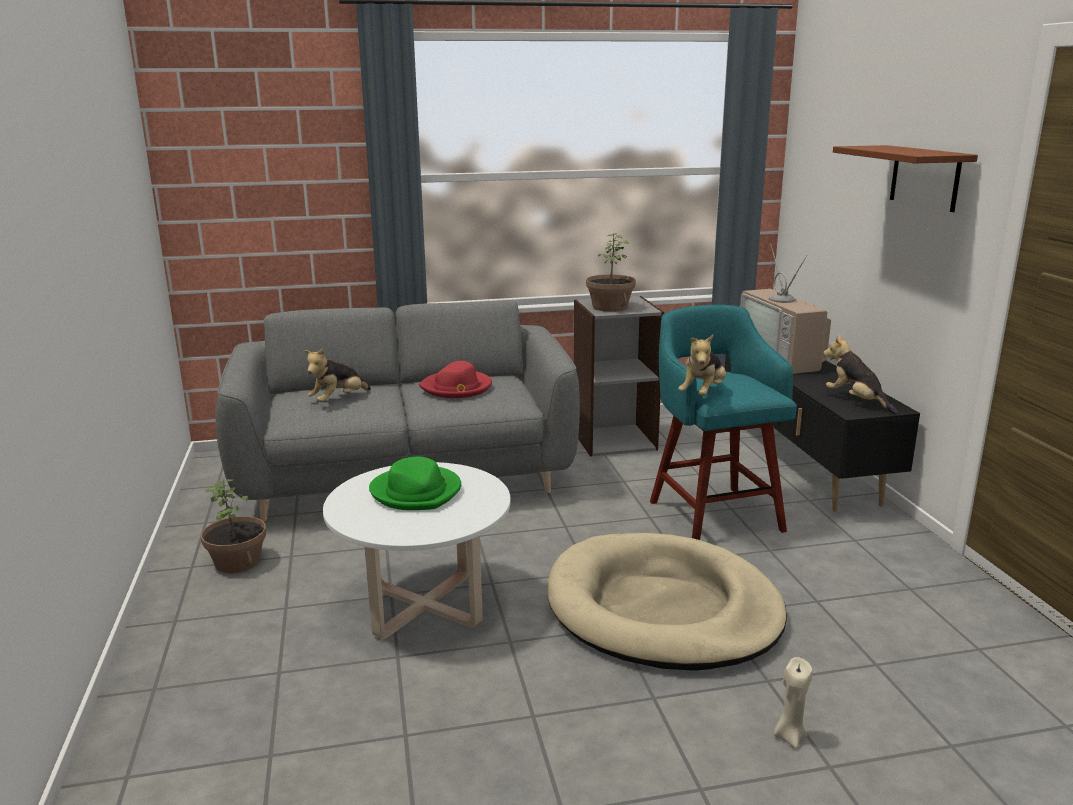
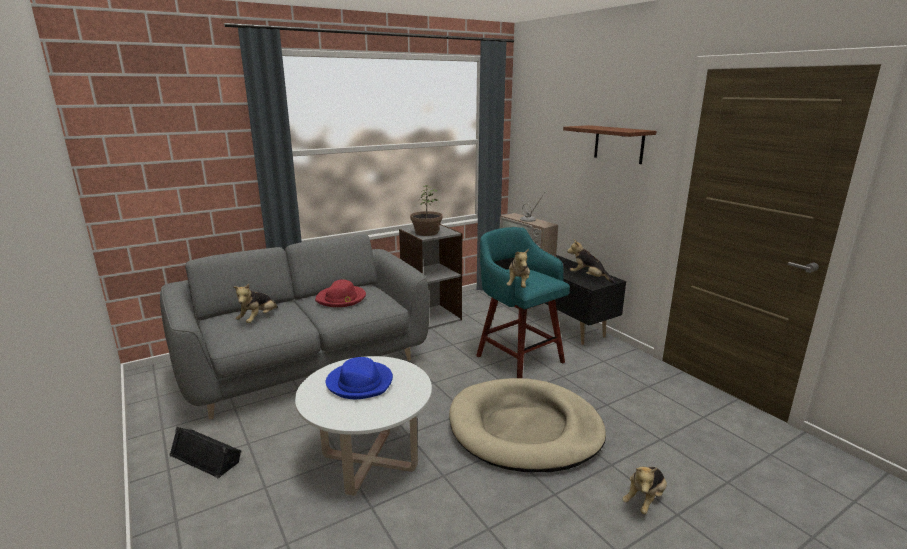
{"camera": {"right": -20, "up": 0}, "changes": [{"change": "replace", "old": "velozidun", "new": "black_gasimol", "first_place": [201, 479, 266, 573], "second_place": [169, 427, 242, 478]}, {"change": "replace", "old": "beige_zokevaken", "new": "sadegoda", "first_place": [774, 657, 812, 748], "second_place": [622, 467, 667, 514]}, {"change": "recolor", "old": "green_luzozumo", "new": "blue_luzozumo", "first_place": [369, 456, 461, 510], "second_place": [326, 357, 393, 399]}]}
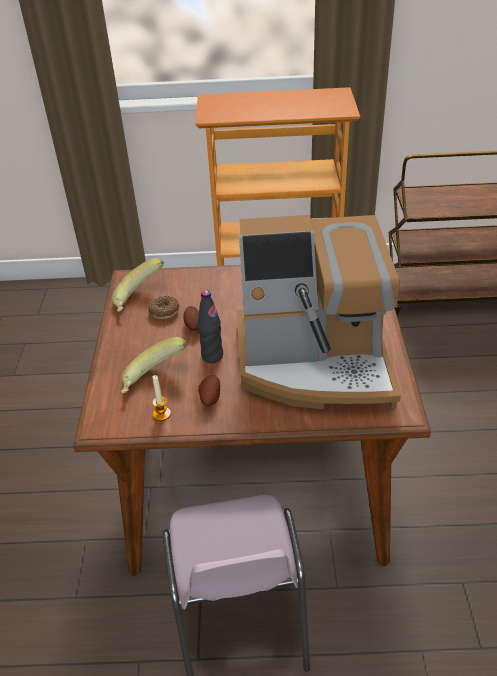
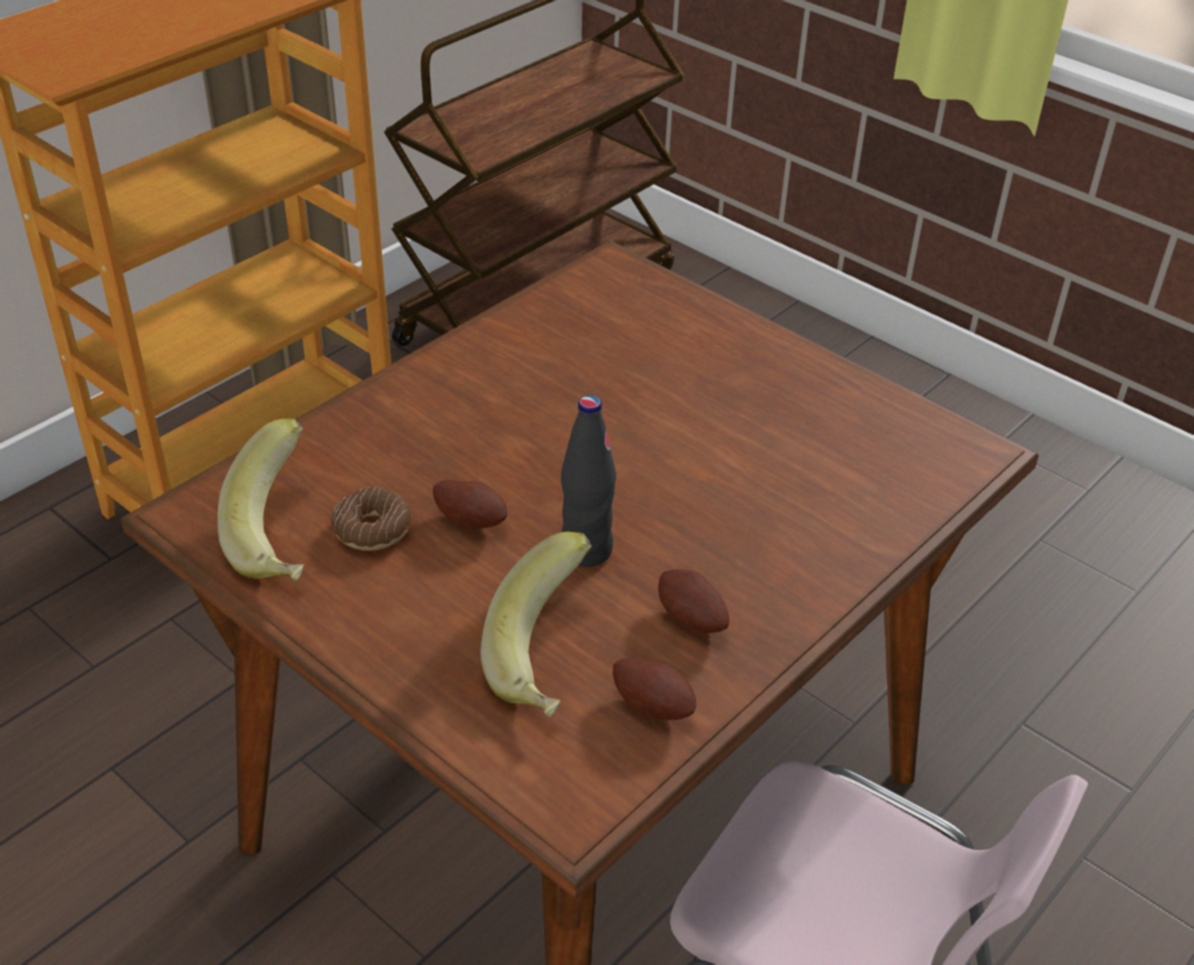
{"camera": {"right": -50, "up": 0}, "changes": [{"change": "delete", "old": "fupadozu", "first_place": [236, 215, 401, 409]}, {"change": "replace", "old": "zokevaken", "new": "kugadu", "first_place": [153, 375, 171, 421], "second_place": [613, 658, 696, 720]}]}
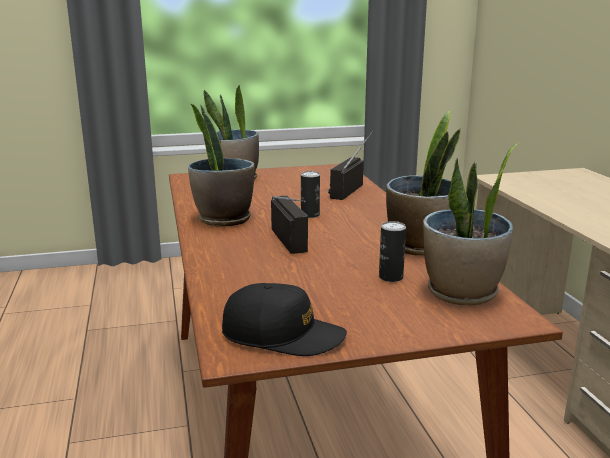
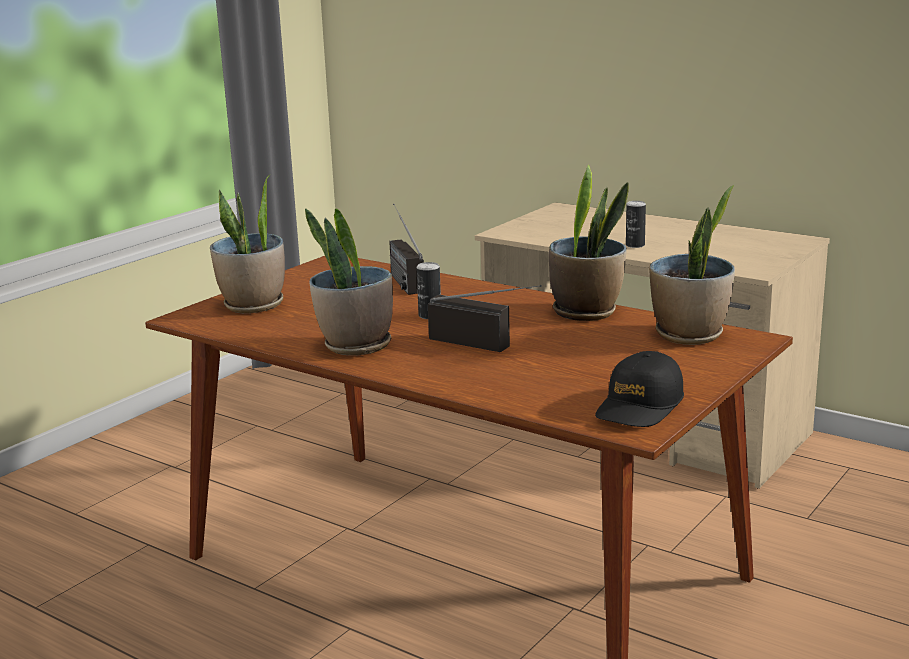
{"camera": {"right": -40, "up": 0}, "changes": [{"change": "move", "old": "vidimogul", "first_place": [379, 221, 406, 282], "second_place": [626, 201, 646, 248]}, {"change": "rotate", "old": "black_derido", "first_place": [222, 283, 347, 356], "second_place": [595, 351, 684, 427], "degrees": 150}]}
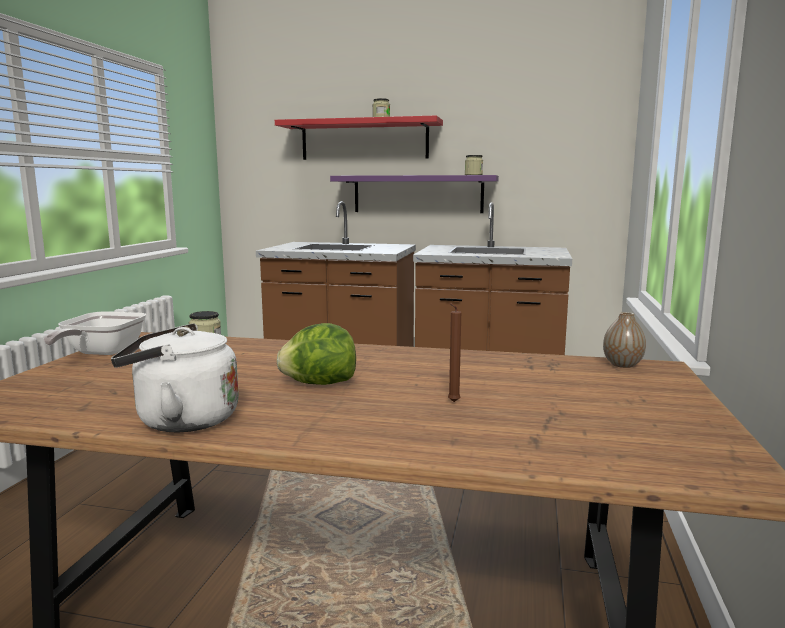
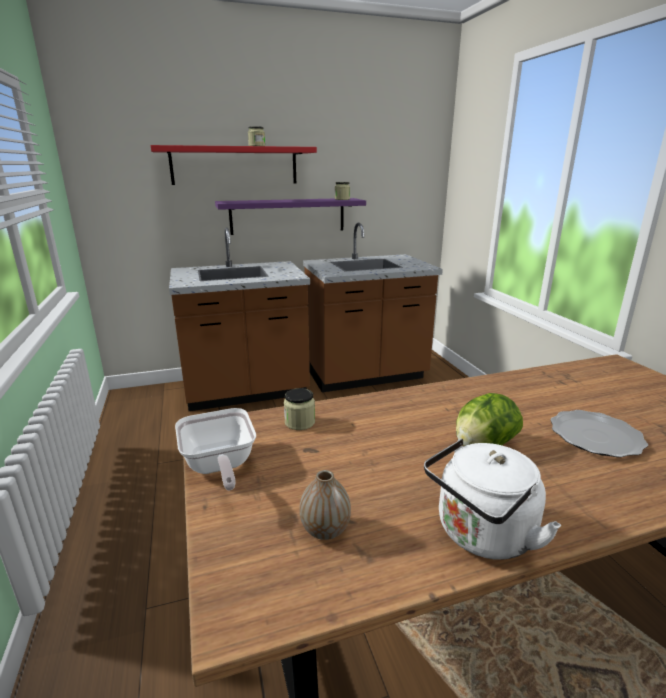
{"camera": {"right": -30, "up": 10}, "changes": [{"change": "move", "old": "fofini", "first_place": [603, 312, 646, 368], "second_place": [300, 470, 351, 540]}, {"change": "replace", "old": "brown_zokevaken", "new": "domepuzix", "first_place": [448, 303, 461, 402], "second_place": [550, 410, 648, 457]}]}
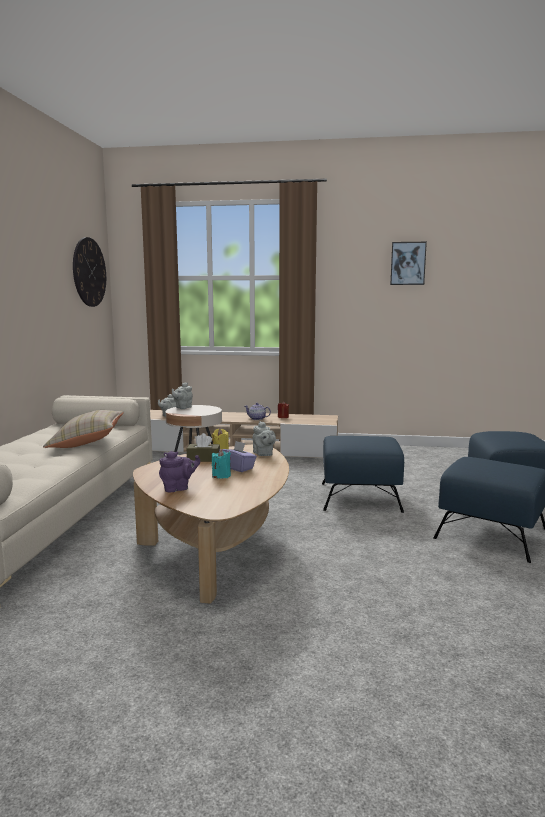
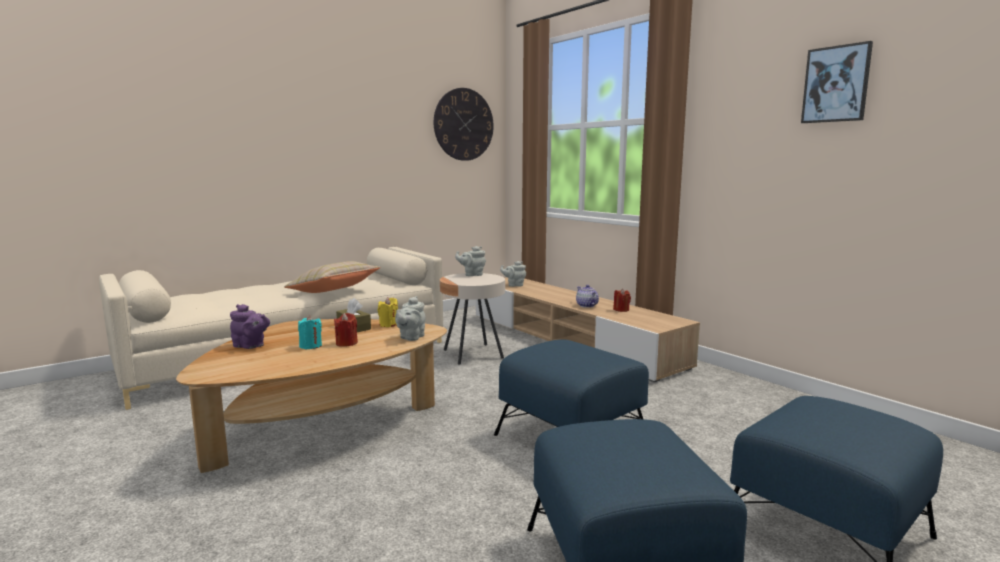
{"camera": {"right": 45, "up": 0}, "changes": [{"change": "replace", "old": "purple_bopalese", "new": "red_zokevaken", "first_place": [219, 441, 257, 472], "second_place": [334, 313, 358, 347]}]}
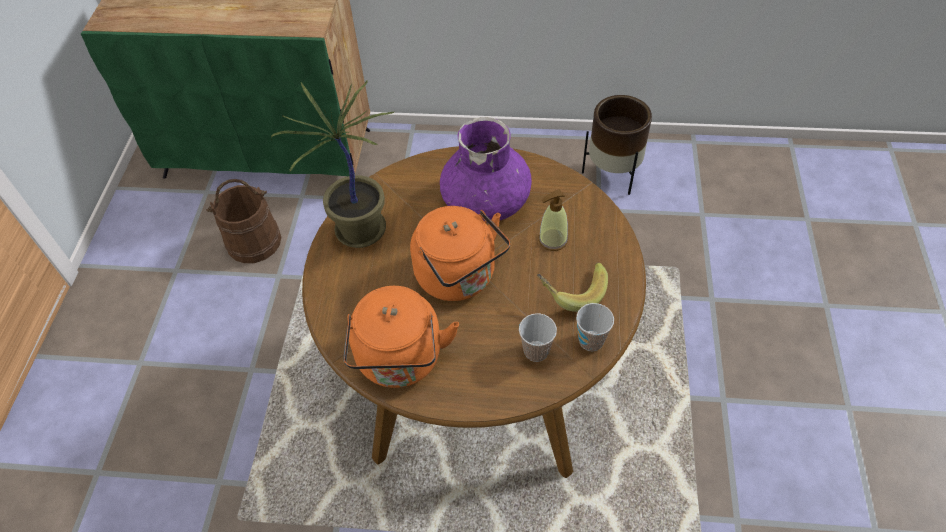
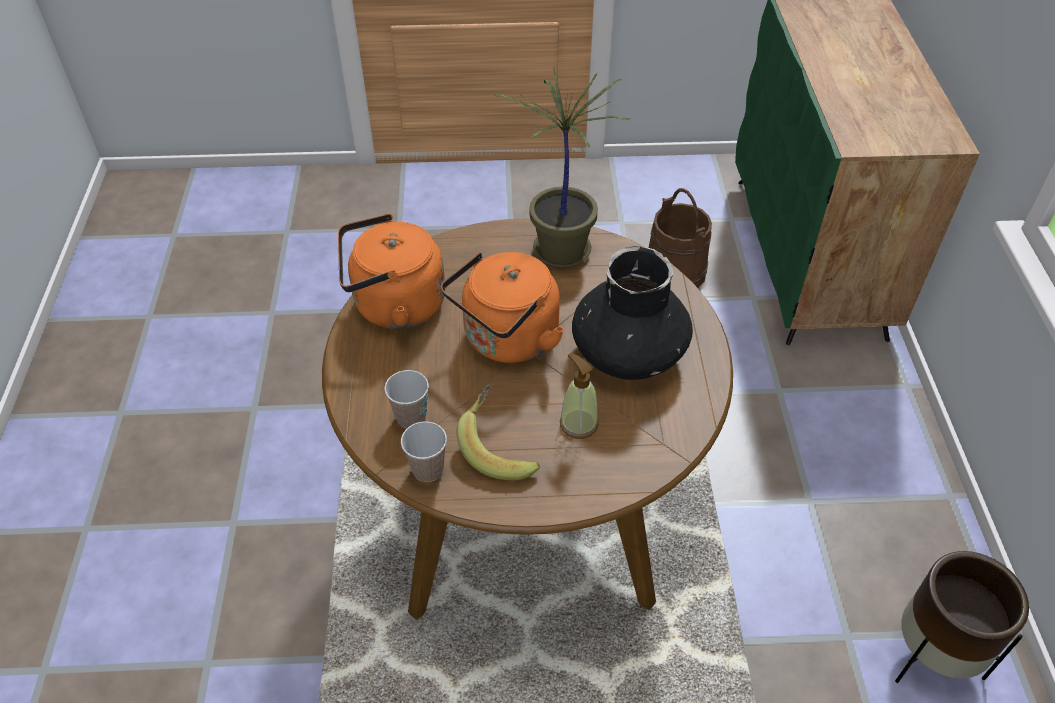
{"camera": {"right": 80, "up": -5}, "changes": [{"change": "recolor", "old": "purple_fofini", "new": "black_fofini", "first_place": [440, 117, 532, 222], "second_place": [572, 246, 693, 380]}]}
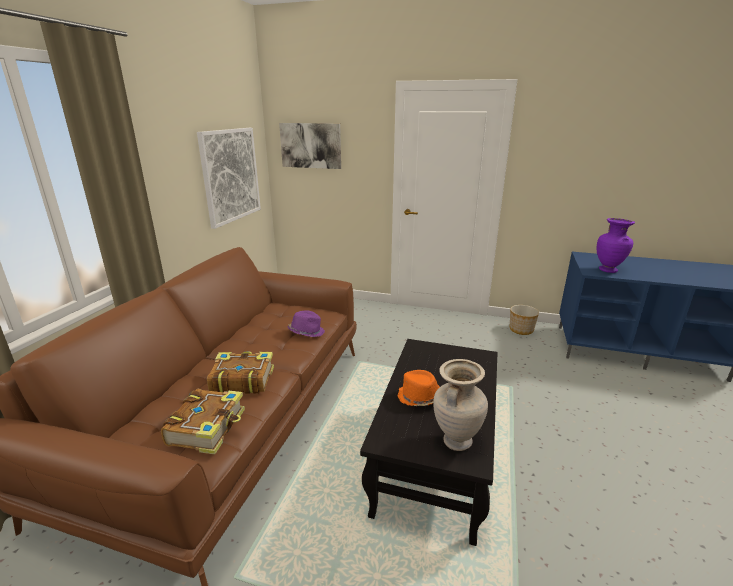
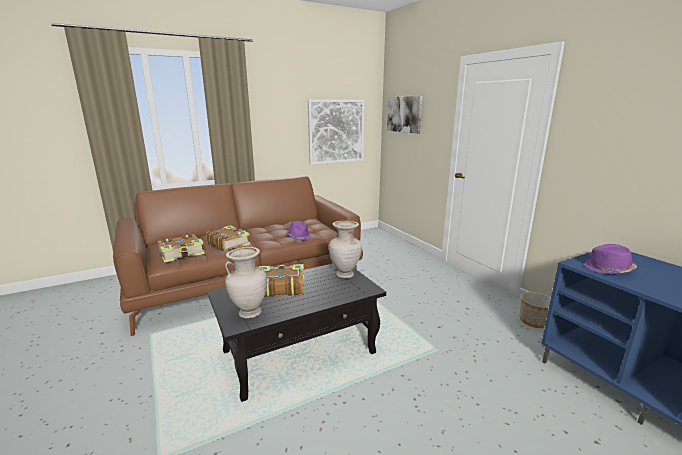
{"camera": {"right": 45, "up": -5}, "changes": [{"change": "insert", "new": "beige_fofini", "second_place": [329, 221, 362, 278]}, {"change": "replace", "old": "orange_luzozumo", "new": "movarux", "first_place": [397, 370, 440, 406], "second_place": [259, 264, 304, 297]}, {"change": "replace", "old": "purple_fofini", "new": "purple_luzozumo", "first_place": [597, 218, 635, 273], "second_place": [584, 244, 637, 274]}]}
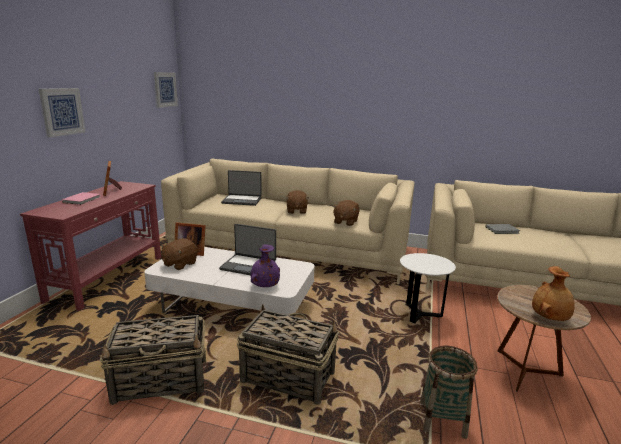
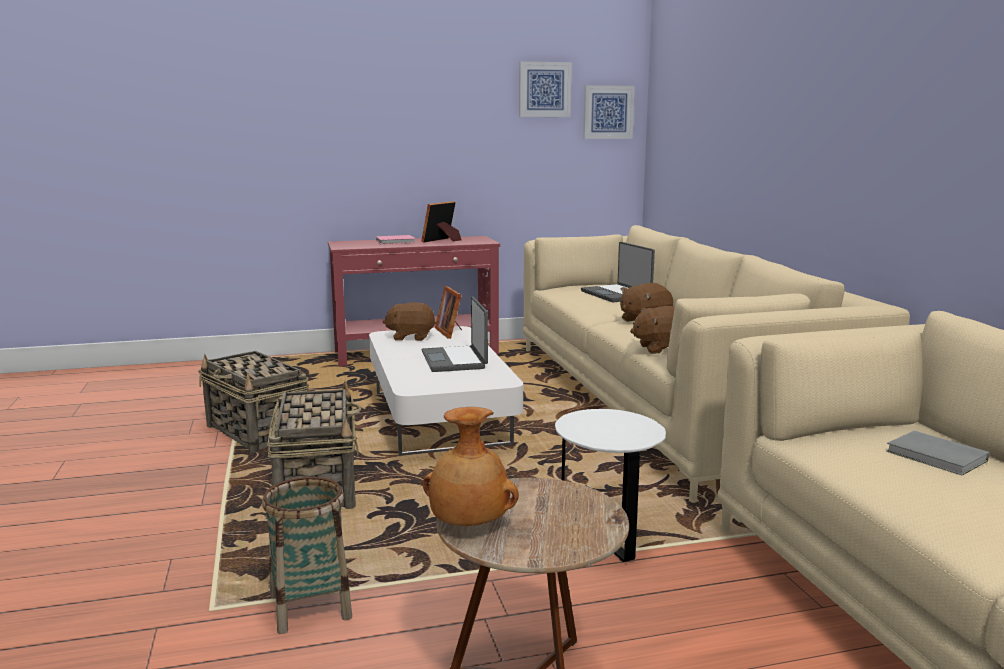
{"camera": {"right": 60, "up": -5}, "changes": [{"change": "delete", "old": "purple_fofini", "first_place": [251, 245, 280, 287]}, {"change": "move", "old": "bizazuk", "first_place": [39, 88, 85, 137], "second_place": [519, 61, 571, 117]}]}
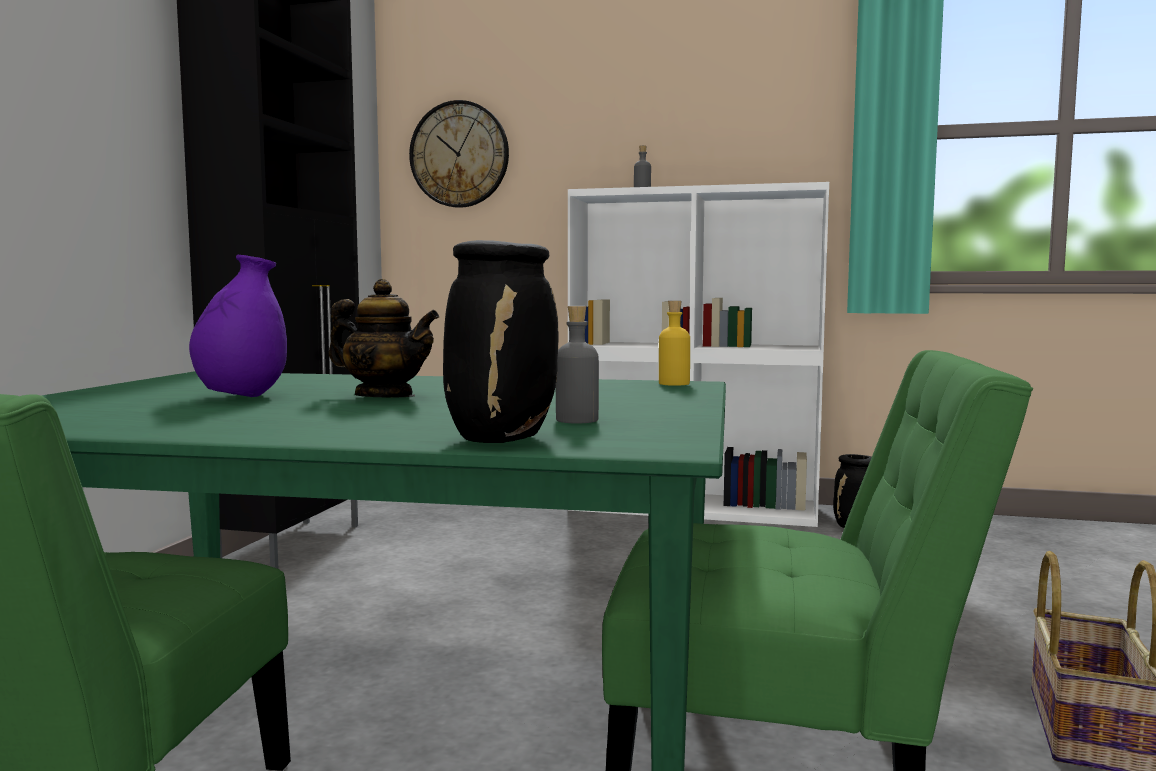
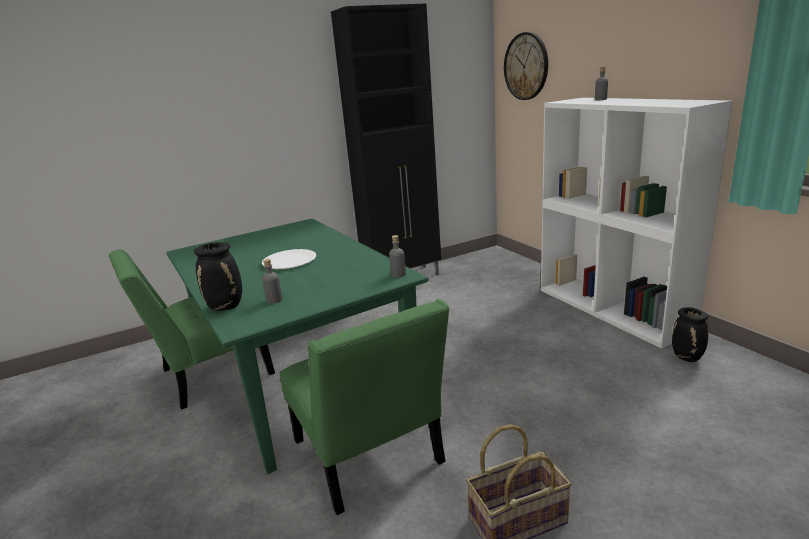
{"camera": {"right": 50, "up": 15}, "changes": [{"change": "delete", "old": "purple_fofini", "first_place": [189, 255, 287, 397]}, {"change": "replace", "old": "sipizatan", "new": "white_domepuzix", "first_place": [329, 279, 439, 397], "second_place": [262, 249, 316, 269]}, {"change": "recolor", "old": "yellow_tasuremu", "new": "grey_tasuremu", "first_place": [659, 301, 690, 386], "second_place": [389, 235, 406, 277]}]}
